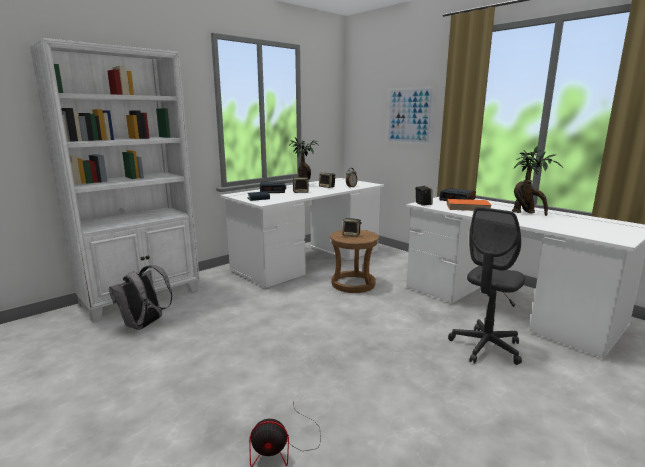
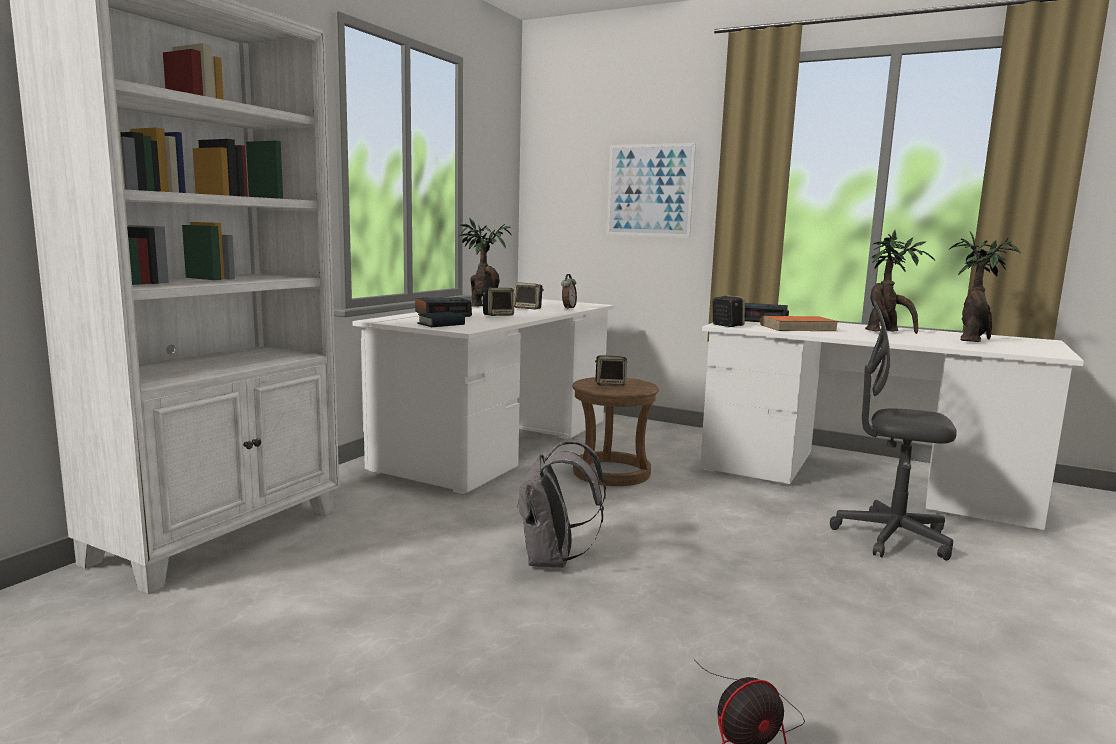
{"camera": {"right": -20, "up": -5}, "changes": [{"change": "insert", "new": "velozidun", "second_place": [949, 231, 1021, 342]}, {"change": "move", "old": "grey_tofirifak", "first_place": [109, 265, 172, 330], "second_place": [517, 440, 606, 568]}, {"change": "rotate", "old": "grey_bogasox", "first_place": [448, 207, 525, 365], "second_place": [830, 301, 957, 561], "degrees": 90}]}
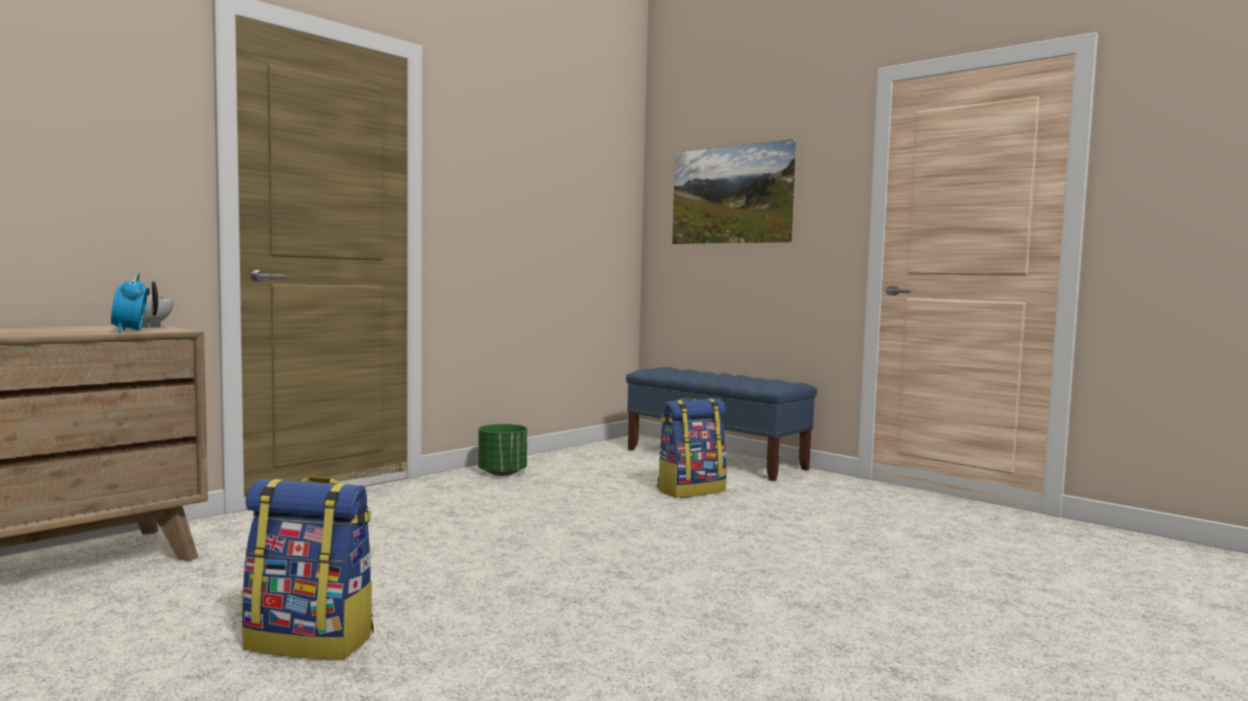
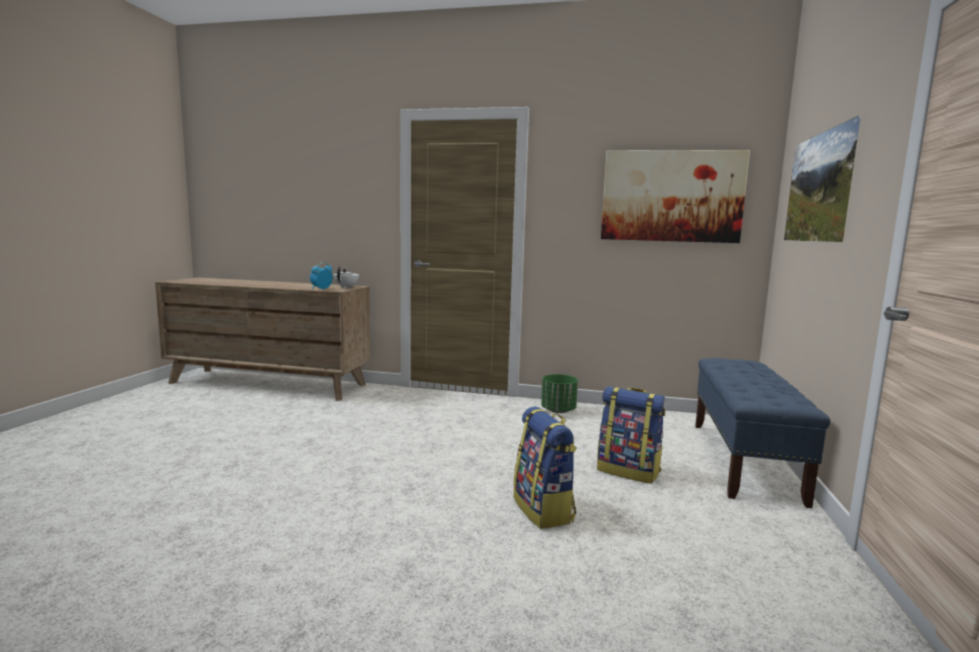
{"camera": {"right": 60, "up": 5}, "changes": [{"change": "insert", "new": "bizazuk", "second_place": [601, 150, 750, 243]}, {"change": "move", "old": "tofirifak", "first_place": [242, 477, 374, 660], "second_place": [514, 407, 577, 529]}]}
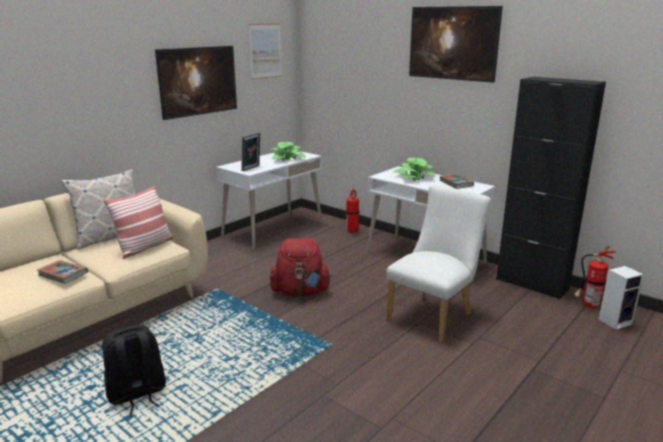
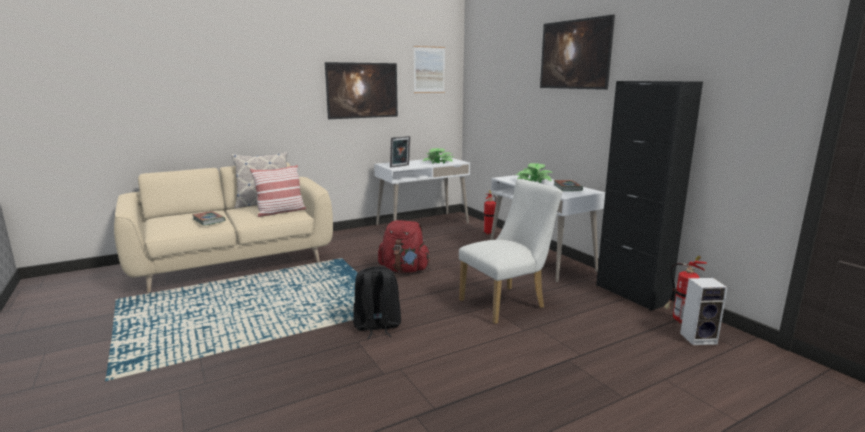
{"camera": {"right": 20, "up": -5}, "changes": [{"change": "move", "old": "black_tofirifak", "first_place": [102, 324, 166, 416], "second_place": [353, 266, 401, 339]}]}
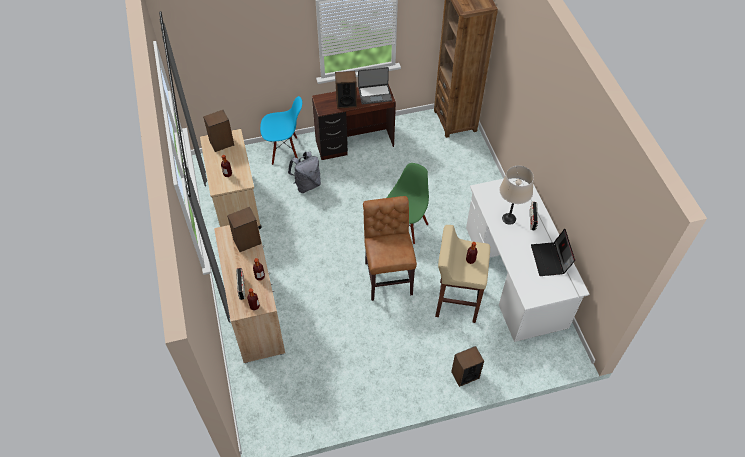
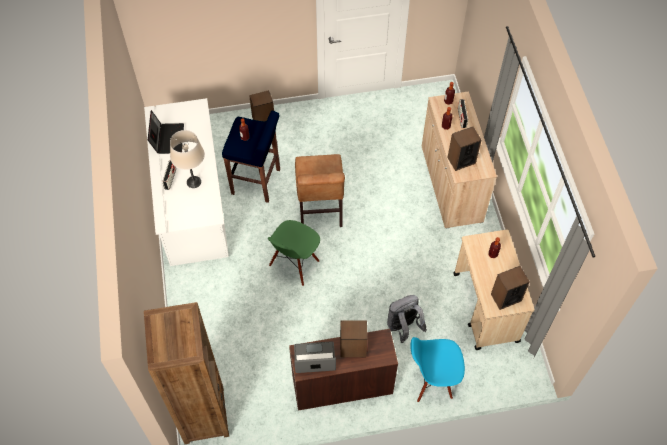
{"camera": {"right": -175, "up": 5}, "changes": [{"change": "recolor", "old": "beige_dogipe", "new": "blue_dogipe", "first_place": [435, 225, 490, 323], "second_place": [222, 111, 280, 203]}]}
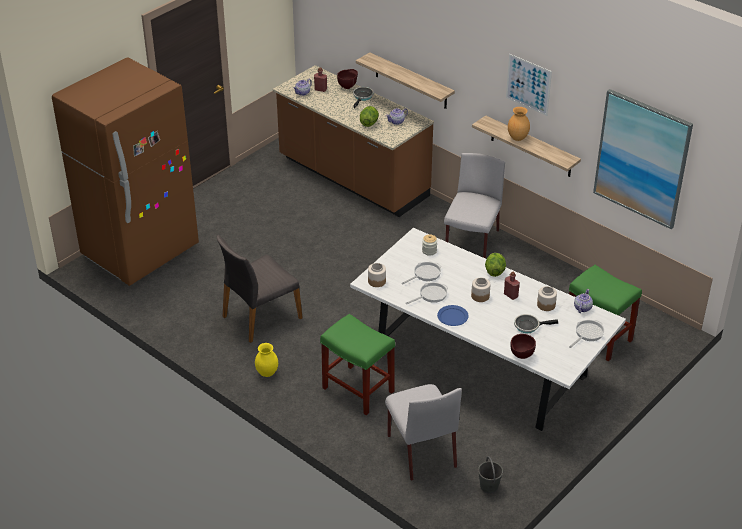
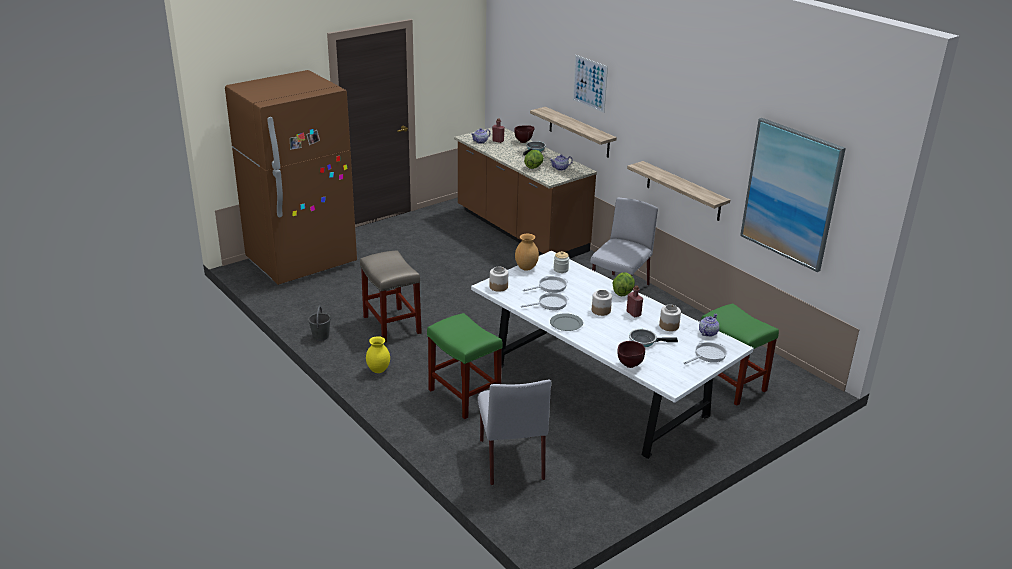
{"camera": {"right": 10, "up": -10}, "changes": [{"change": "move", "old": "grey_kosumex", "first_place": [478, 456, 503, 493], "second_place": [308, 306, 331, 341]}, {"change": "move", "old": "bizazuk", "first_place": [506, 54, 552, 116], "second_place": [573, 55, 608, 113]}, {"change": "move", "old": "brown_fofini", "first_place": [508, 107, 530, 141], "second_place": [515, 234, 539, 271]}, {"change": "replace", "old": "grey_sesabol", "new": "beige_dogipe", "first_place": [217, 235, 303, 343], "second_place": [360, 250, 422, 343]}, {"change": "recolor", "old": "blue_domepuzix", "new": "grey_domepuzix", "first_place": [437, 305, 469, 326], "second_place": [550, 313, 583, 331]}]}
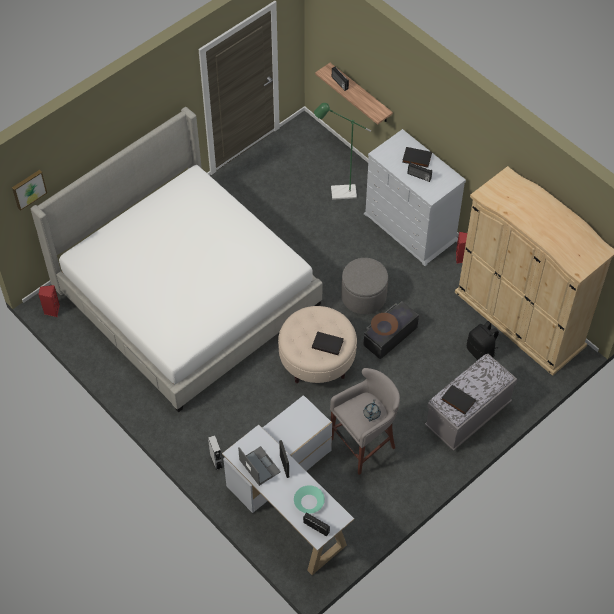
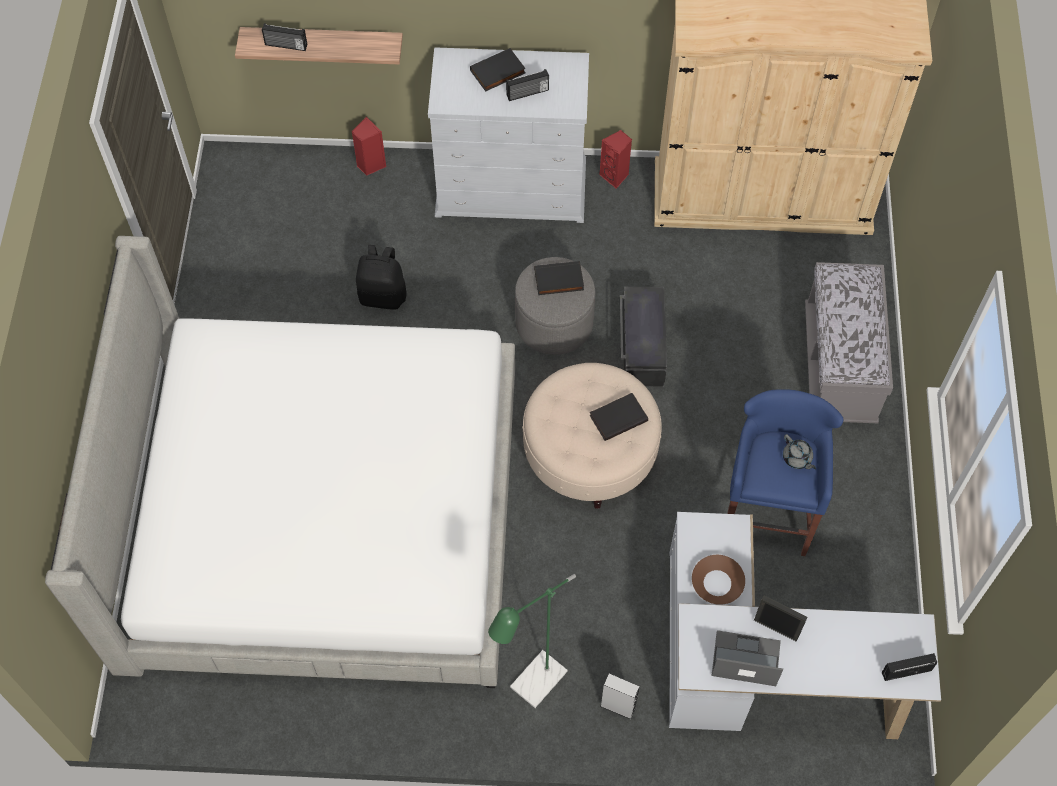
{"camera": {"right": -45, "up": 5}, "changes": [{"change": "delete", "old": "bizazuk", "first_place": [12, 170, 47, 211]}, {"change": "delete", "old": "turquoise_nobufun", "first_place": [294, 485, 325, 514]}, {"change": "move", "old": "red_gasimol", "first_place": [38, 285, 60, 317], "second_place": [351, 117, 386, 176]}, {"change": "move", "old": "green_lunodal", "first_place": [314, 103, 371, 200], "second_place": [488, 574, 576, 708]}, {"change": "move", "old": "brown_nobufun", "first_place": [371, 313, 398, 336], "second_place": [692, 555, 745, 605]}, {"change": "move", "old": "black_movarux", "first_place": [441, 385, 476, 415], "second_place": [534, 261, 584, 295]}, {"change": "move", "old": "black_tofirifak", "first_place": [467, 321, 499, 360], "second_place": [356, 245, 407, 310]}, {"change": "recolor", "old": "grey_dogipe", "new": "blue_dogipe", "first_place": [330, 368, 400, 475], "second_place": [727, 389, 844, 556]}]}
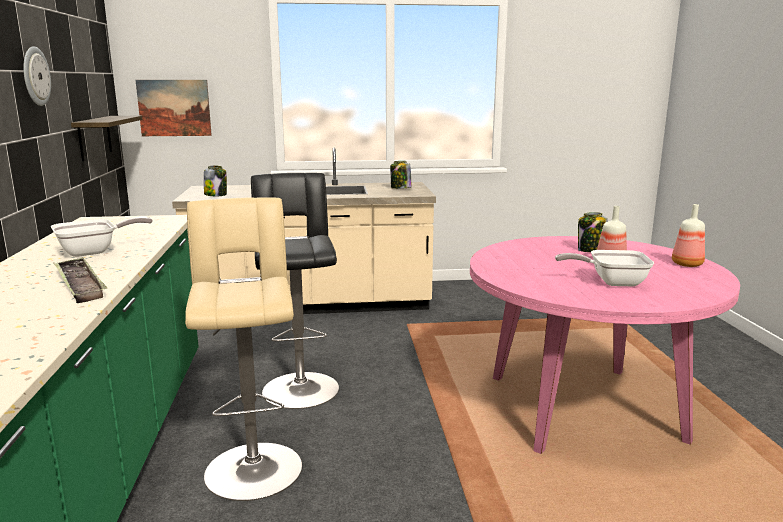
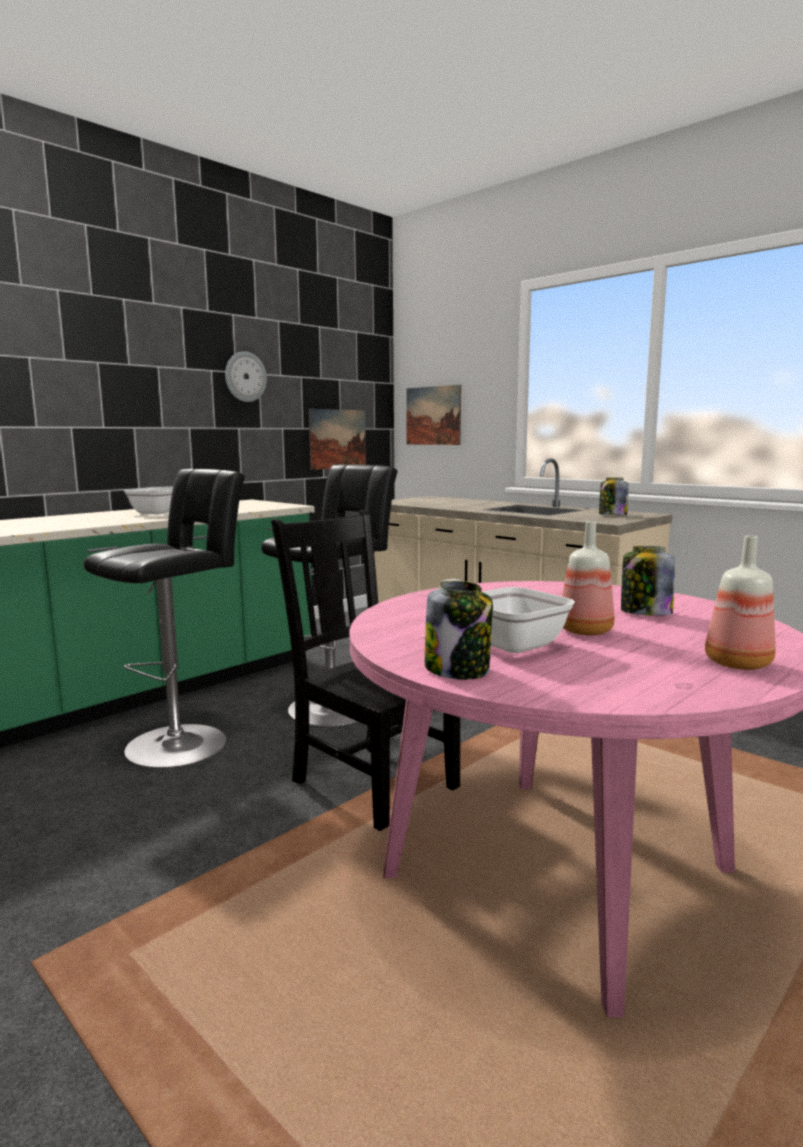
{"camera": {"right": 50, "up": -5}, "changes": [{"change": "delete", "old": "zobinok", "first_place": [53, 258, 107, 303]}, {"change": "insert", "new": "black_sesabol", "second_place": [271, 510, 460, 831]}, {"change": "move", "old": "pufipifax", "first_place": [204, 165, 227, 196], "second_place": [425, 581, 493, 680]}, {"change": "replace", "old": "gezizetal", "new": "bizazuk", "first_place": [71, 116, 142, 161], "second_place": [309, 409, 366, 470]}, {"change": "recolor", "old": "beige_dogipe", "new": "black_dogipe", "first_place": [185, 197, 302, 501], "second_place": [84, 469, 245, 769]}]}
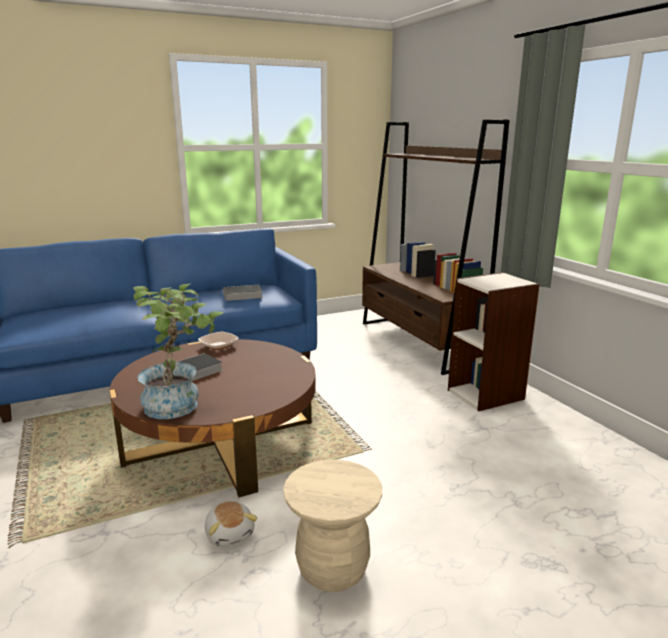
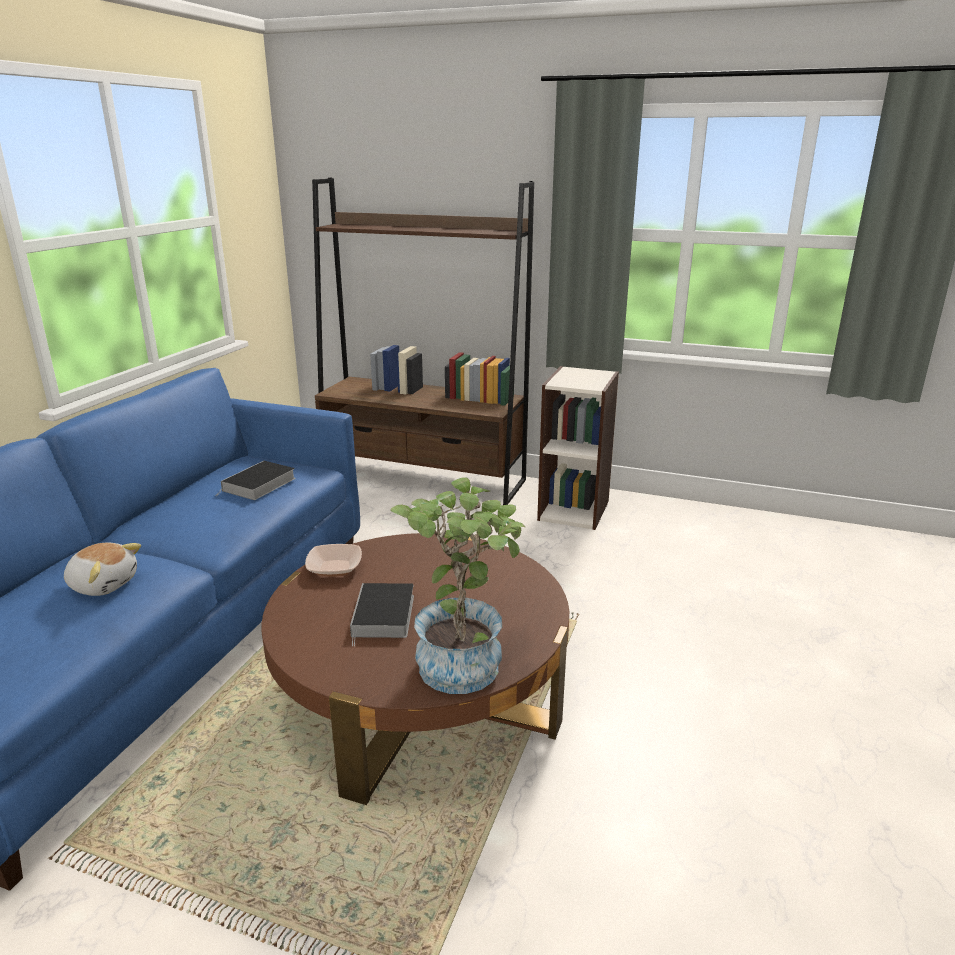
{"camera": {"right": -45, "up": 5}, "changes": [{"change": "delete", "old": "beige_dogipe", "first_place": [283, 459, 382, 592]}, {"change": "move", "old": "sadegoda", "first_place": [205, 501, 257, 547], "second_place": [64, 543, 141, 596]}]}
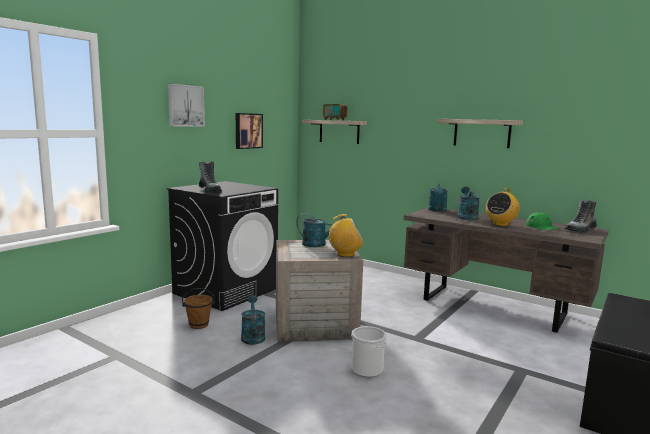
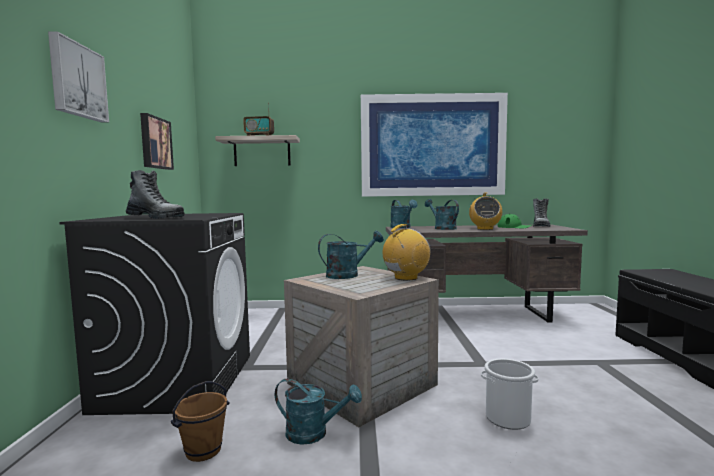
{"camera": {"right": -35, "up": -5}, "changes": [{"change": "replace", "old": "gezizetal", "new": "bizazuk", "first_place": [437, 119, 523, 148], "second_place": [361, 93, 508, 197]}, {"change": "rotate", "old": "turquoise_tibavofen", "first_place": [241, 295, 265, 345], "second_place": [275, 379, 362, 445], "degrees": 150}]}
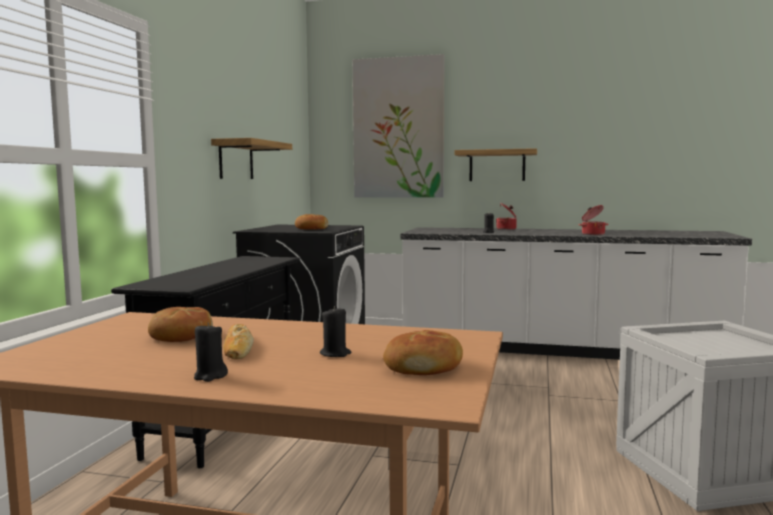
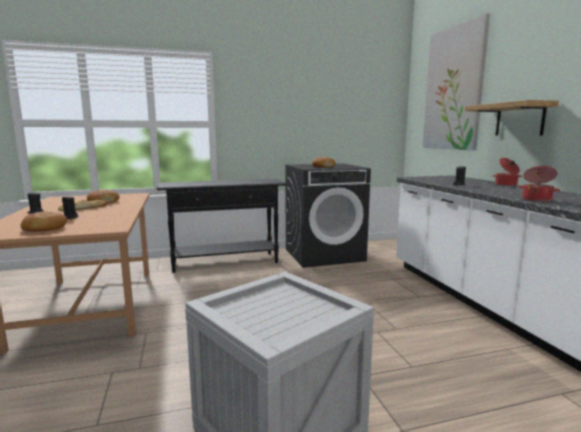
{"camera": {"right": 60, "up": 5}, "changes": [{"change": "delete", "old": "gezizetal", "first_place": [211, 138, 292, 179]}]}
